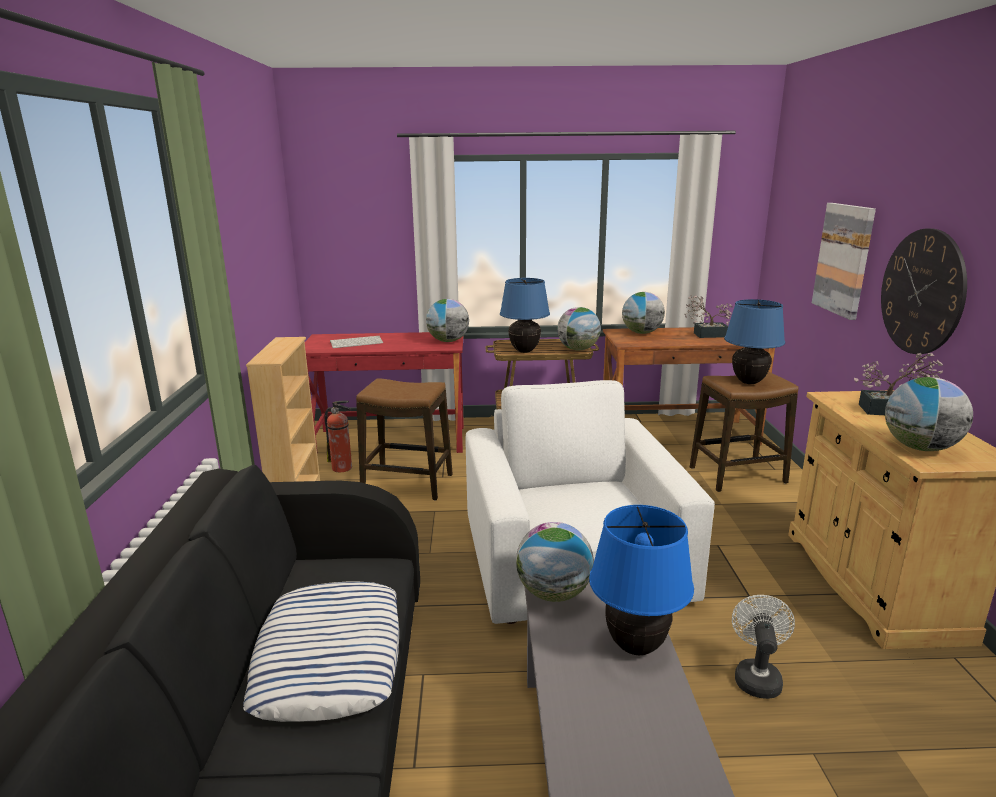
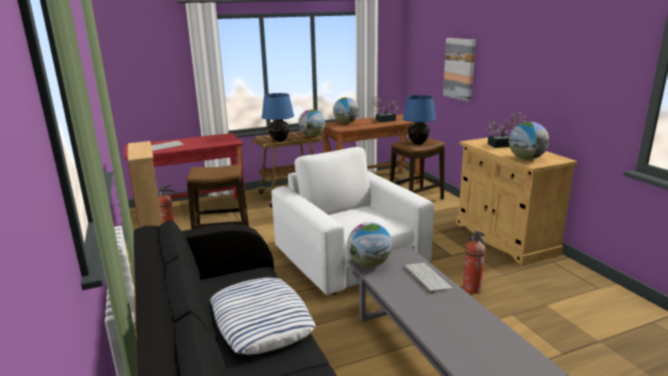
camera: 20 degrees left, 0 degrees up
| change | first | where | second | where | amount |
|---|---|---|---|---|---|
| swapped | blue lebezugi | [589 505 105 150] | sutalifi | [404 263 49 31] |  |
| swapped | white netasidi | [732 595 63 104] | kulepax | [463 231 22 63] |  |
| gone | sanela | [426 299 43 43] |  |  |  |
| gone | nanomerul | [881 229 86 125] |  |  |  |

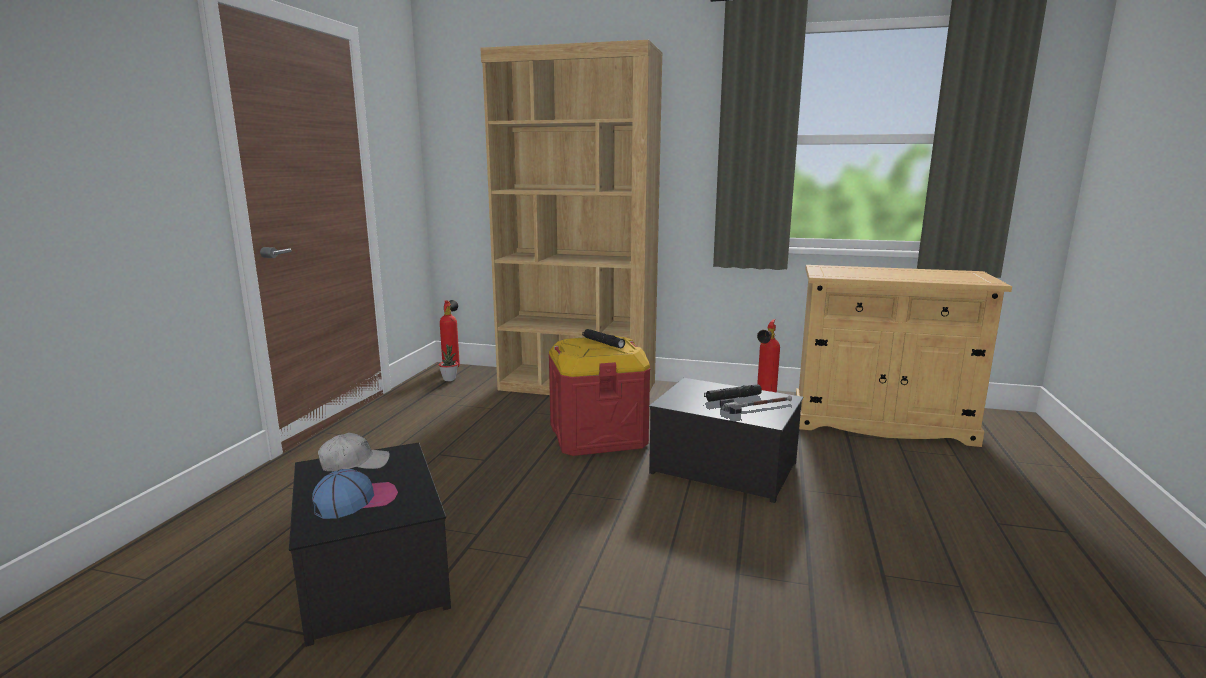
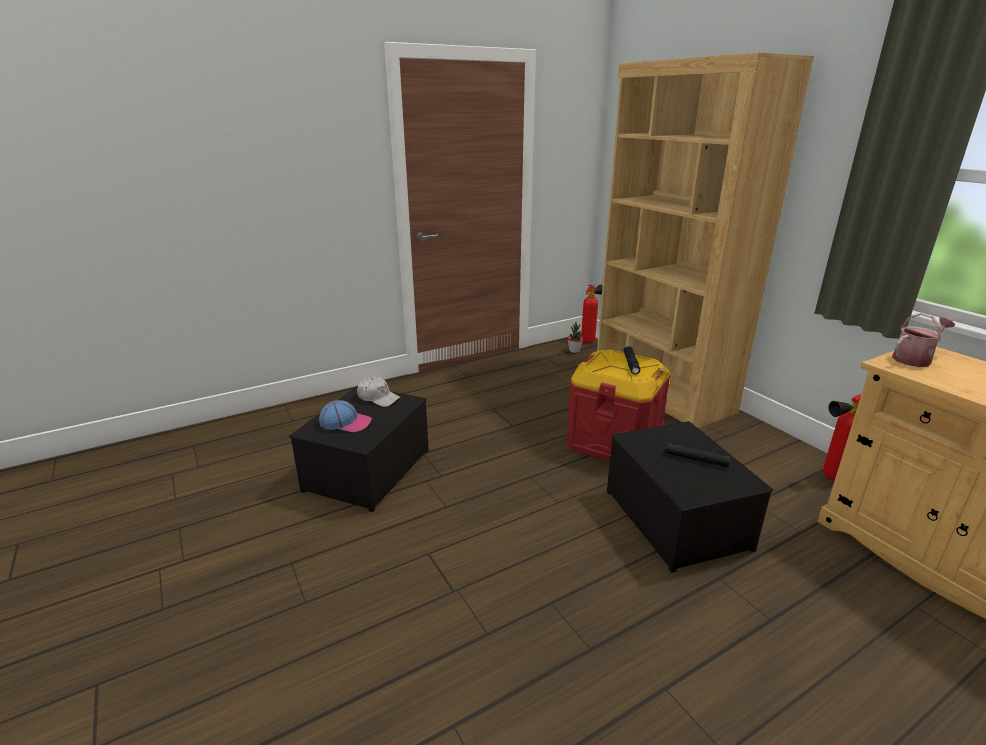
camera: 45 degrees right, 10 degrees up
| change | first | where | second | where | amount |
|---|---|---|---|---|---|
| new |  |  | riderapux | [892 313 63 54] |  |
| gone | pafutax | [720 395 72 19] |  |  |  |

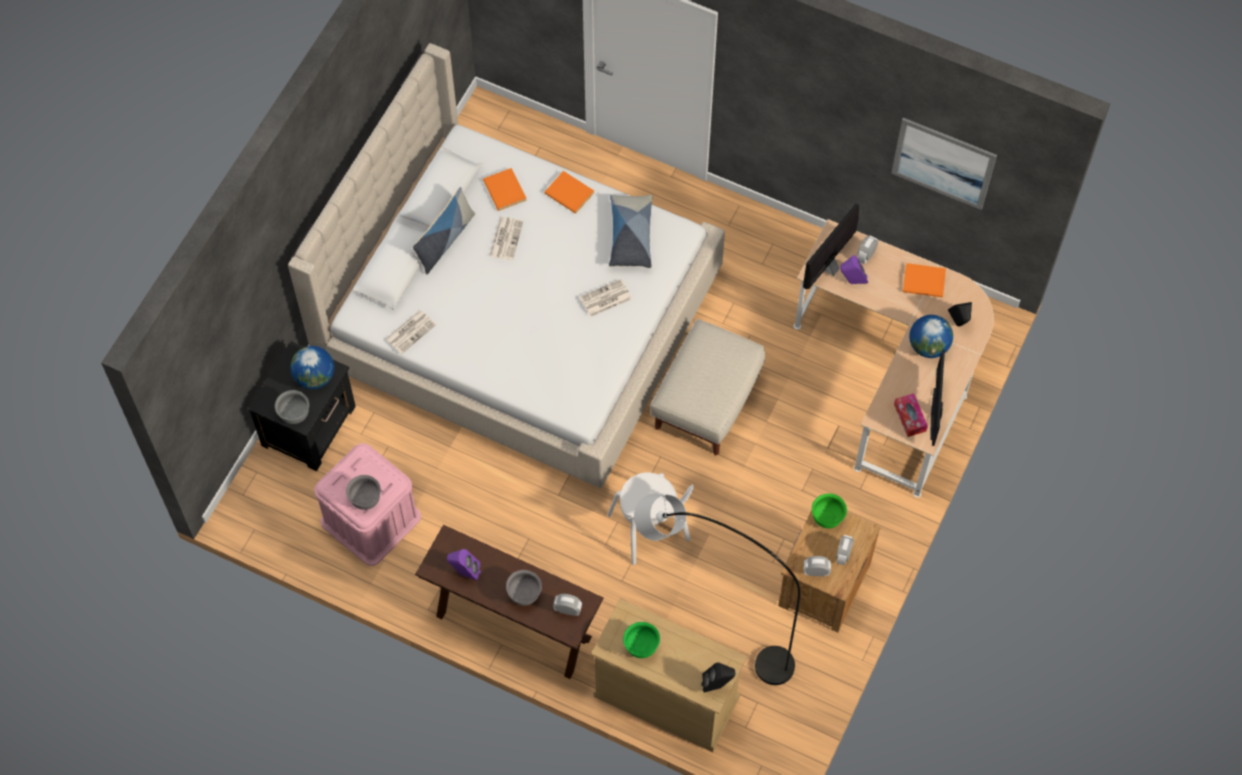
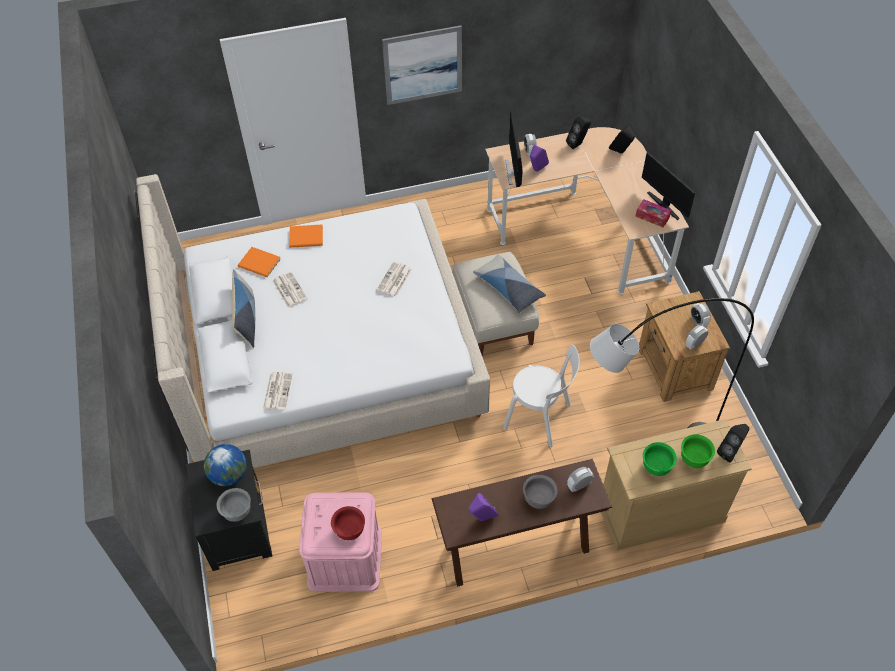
camera: 40 degrees left, 10 degrees down
| change | first | where | second | where | amount |
|---|---|---|---|---|---|
| repainted | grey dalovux | [346 475 35 35] | red dalovux | [331 506 34 34] |  |
| shifted | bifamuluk | [891 118 106 92] |  | [382 25 80 80] |  |
| shifted | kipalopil | [609 195 44 73] |  | [473 254 73 59] |  |
| swapped | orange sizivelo | [903 263 43 34] | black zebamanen | [566 116 25 33] |  |
| shifted | green dalovux | [812 493 35 35] |  | [681 434 34 34] |  |
| gone | sanela | [909 315 44 43] |  |  |  |

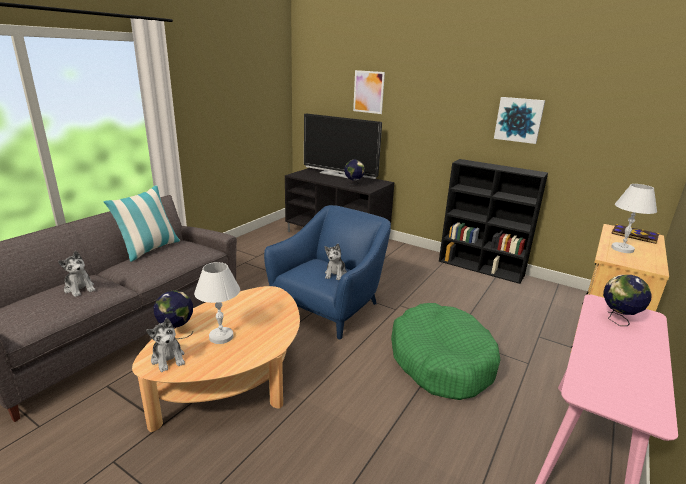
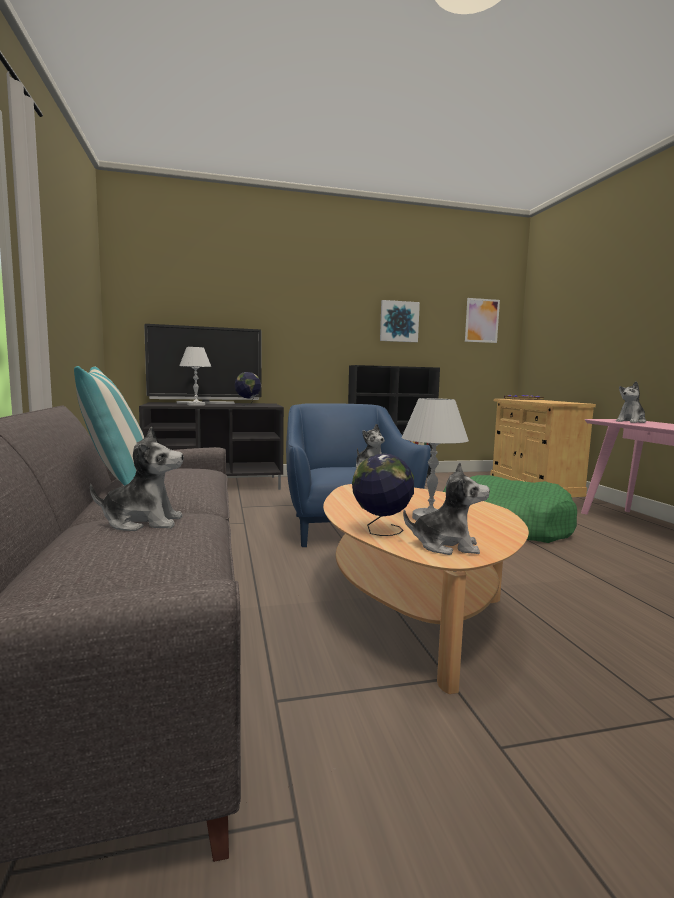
camera: 45 degrees left, 15 degrees down
| change | first | where | second | where | amount |
|---|---|---|---|---|---|
| shifted | white lebezugi | [611 184 46 69] |  | [179 347 32 59] |  |
| shifted | bifamuluk | [353 70 32 44] |  | [465 298 35 45] |  |
| swapped | sanela | [603 275 49 51] | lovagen | [616 381 30 42] |  |

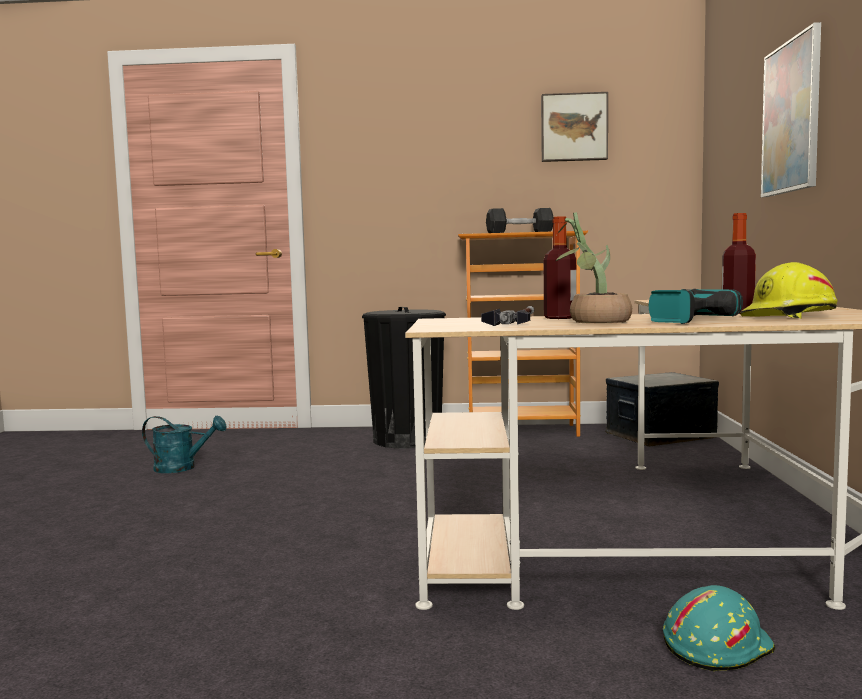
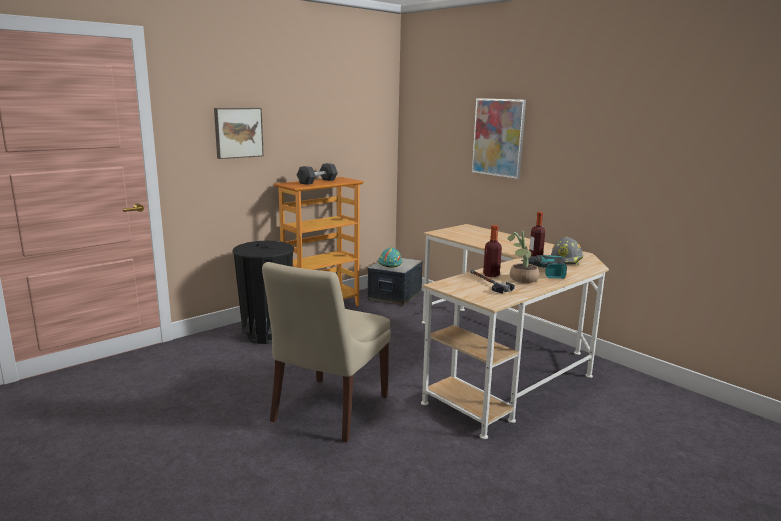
camera: 45 degrees left, 10 degrees up
| change | first | where | second | where | amount |
|---|---|---|---|---|---|
| shifted | bifamuluk | [541 92 67 70] |  | [214 108 50 51] |  |
| new |  |  | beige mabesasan | [262 262 129 181] |  |
| shifted | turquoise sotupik | [663 585 112 86] |  | [378 248 25 20] |  |
| repainted | yellow sotupik | [740 262 97 56] | grey sotupik | [551 237 32 28] |  |
| gone | turquoise riderapux | [142 416 85 57] |  |  |  |

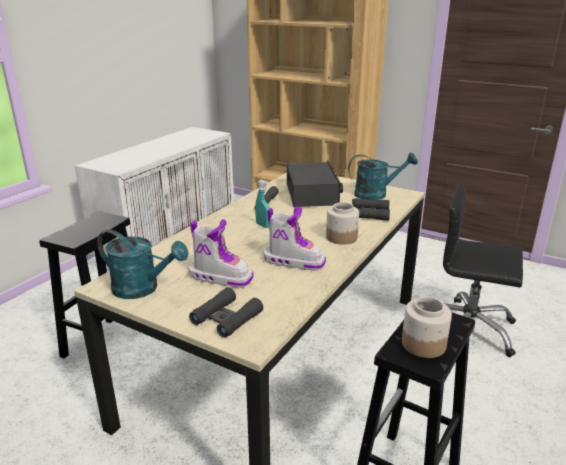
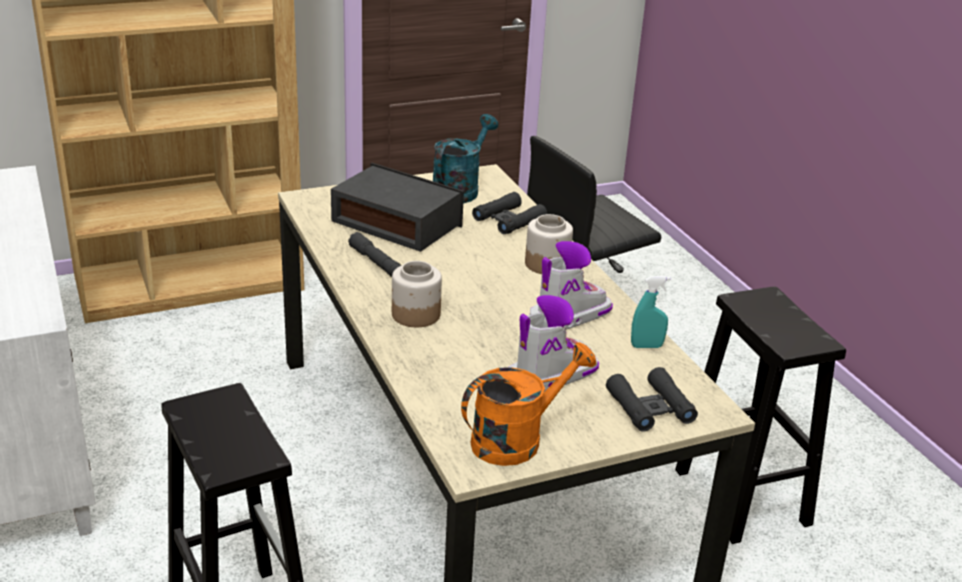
camera: 55 degrees left, 5 degrees up
| change | first | where | second | where | amount |
|---|---|---|---|---|---|
| shifted | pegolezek | [402 297 50 61] |  | [392 261 50 66] |  |
| repainted | turquoise riderapux | [97 229 92 70] | orange riderapux | [461 342 135 124] |  |
| shifted | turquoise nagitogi | [255 180 15 48] |  | [631 276 40 72] |  |

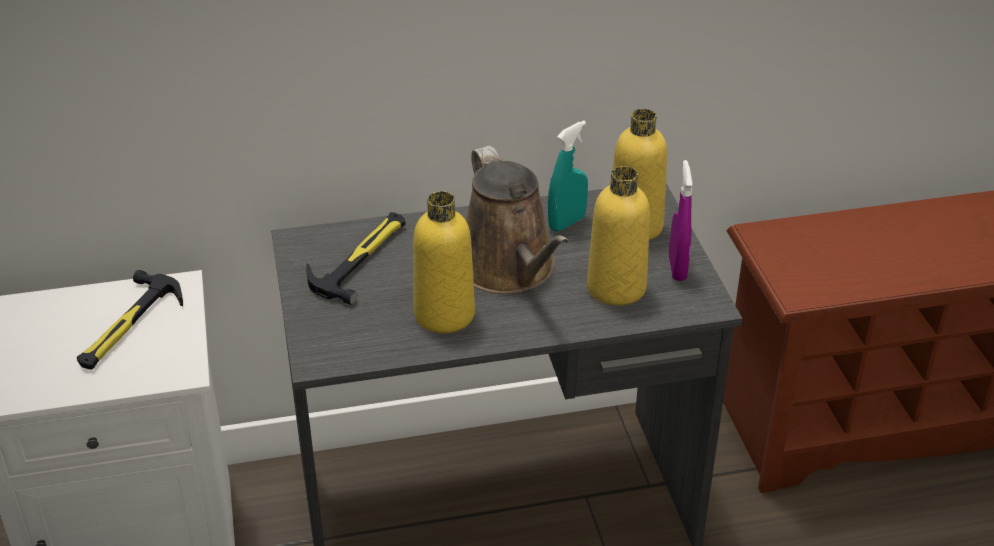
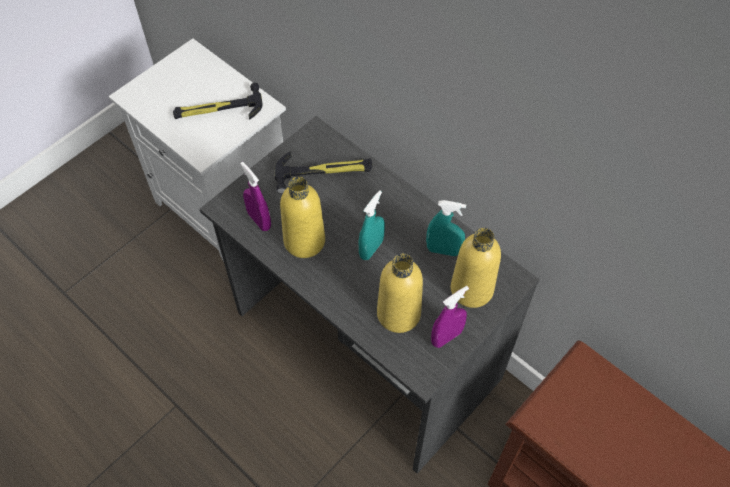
camera: 55 degrees right, 20 degrees up
| change | first | where | second | where | amount |
|---|---|---|---|---|---|
| new |  |  | purple nagitogi | [240 162 31 69] |  |
| swapped | brown riderapux | [466 146 103 148] | turquoise nagitogi | [359 191 26 69] |  |

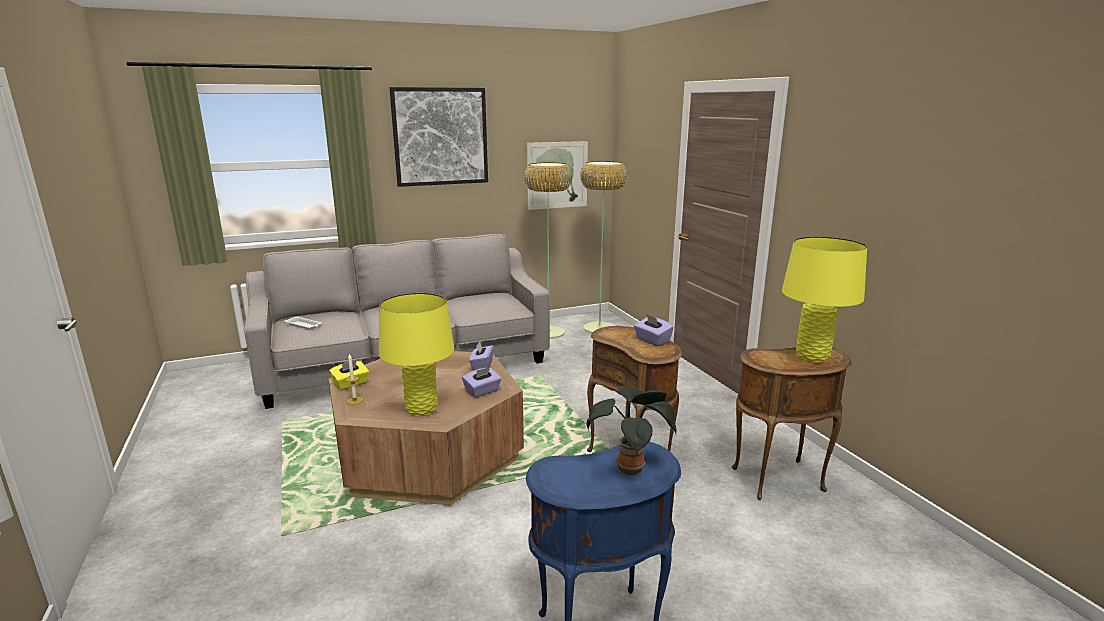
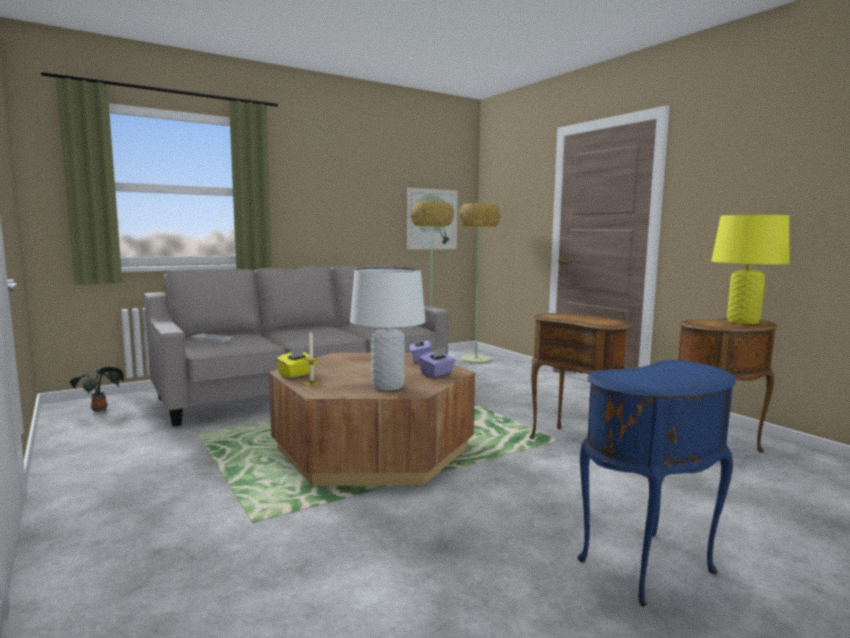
camera: 10 degrees left, 10 degrees down
| change | first | where | second | where | amount |
|---|---|---|---|---|---|
| shifted | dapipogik | [586 386 91 89] |  | [70 367 54 44] |  |
| repainted | yellow lebezugi | [379 293 75 124] | white lebezugi | [350 267 76 124] |  |
| gone | bifamuluk | [389 87 99 100] |  |  |  |
| gone | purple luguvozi | [634 314 40 32] |  |  |  |

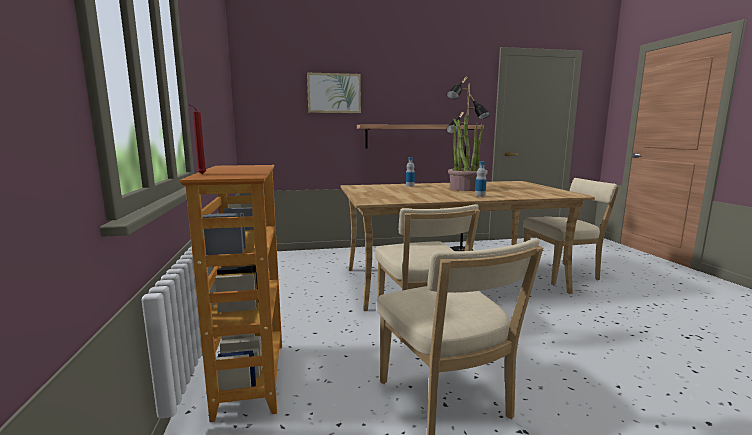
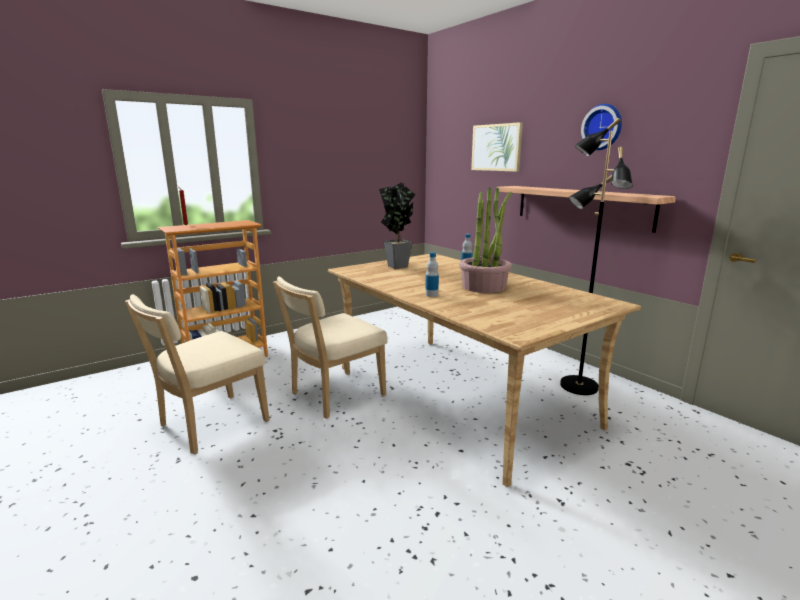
camera: 65 degrees right, 5 degrees up
| change | first | where | second | where | amount |
|---|---|---|---|---|---|
| new |  |  | dapipogik | [379 182 36 87] |  |
| new |  |  | nanomerul | [581 104 41 46] |  |
| gone | beige mabesasan | [523 178 96 107] |  |  |  |

